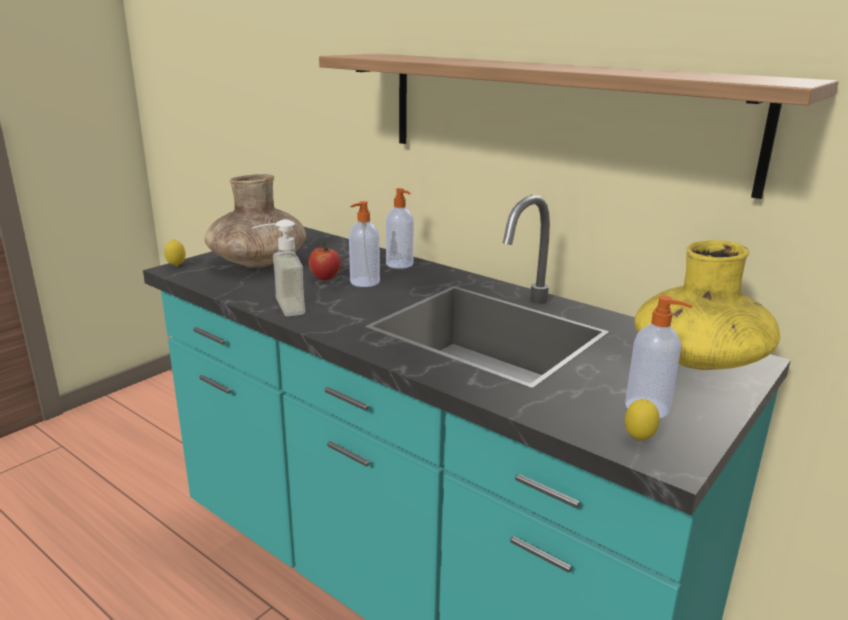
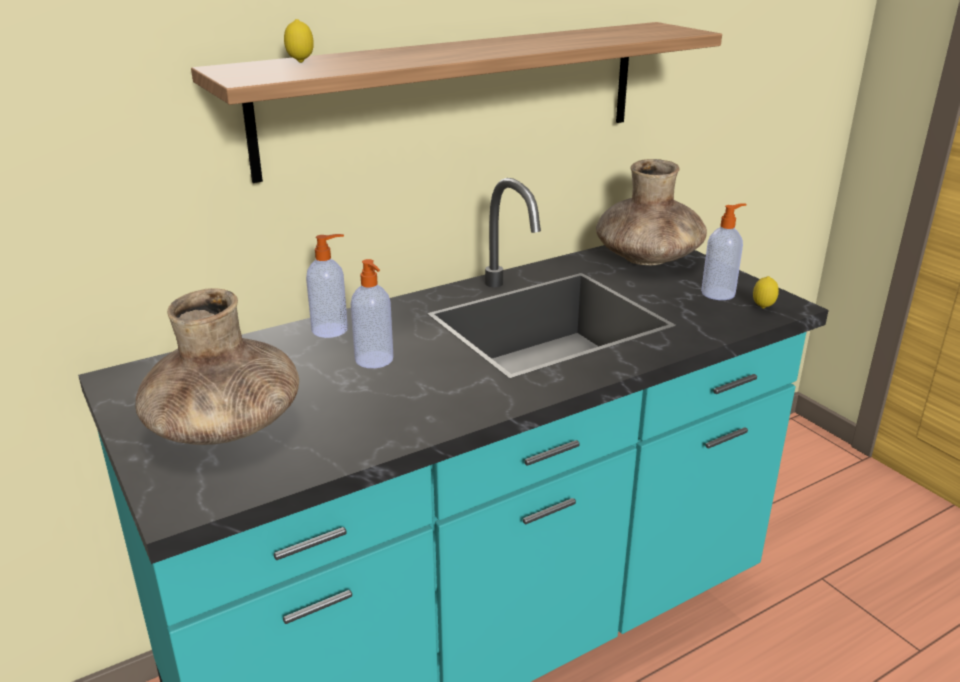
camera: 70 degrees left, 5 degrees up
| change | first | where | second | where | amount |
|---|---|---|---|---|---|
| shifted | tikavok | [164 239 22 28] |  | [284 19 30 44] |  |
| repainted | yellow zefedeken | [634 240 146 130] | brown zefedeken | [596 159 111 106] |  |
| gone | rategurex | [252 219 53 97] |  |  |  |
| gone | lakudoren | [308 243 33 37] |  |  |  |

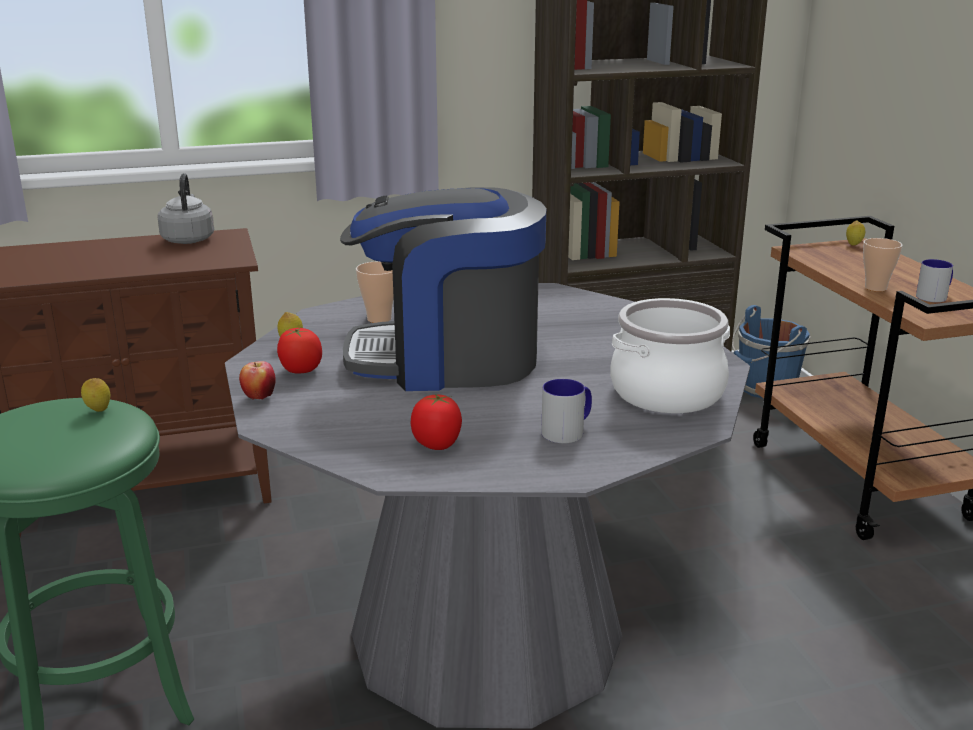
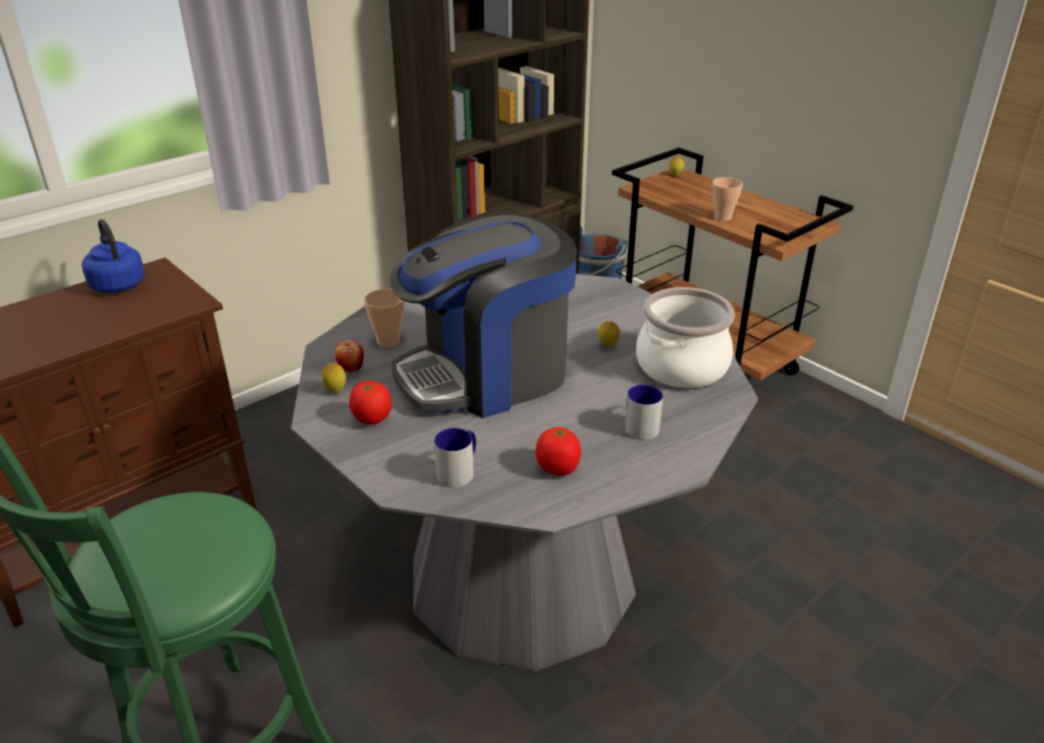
camera: 25 degrees left, 10 degrees up
| change | first | where | second | where | amount |
|---|---|---|---|---|---|
| repainted | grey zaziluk | [158 173 56 71] | blue zaziluk | [82 219 63 74] |  |
| shifted | lakudoren | [239 361 37 39] |  | [335 340 29 32] |  |
| shifted | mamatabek | [916 259 37 43] |  | [434 428 42 60] |  |
| shifted | tikavok | [81 378 29 34] |  | [598 321 22 26] |  |

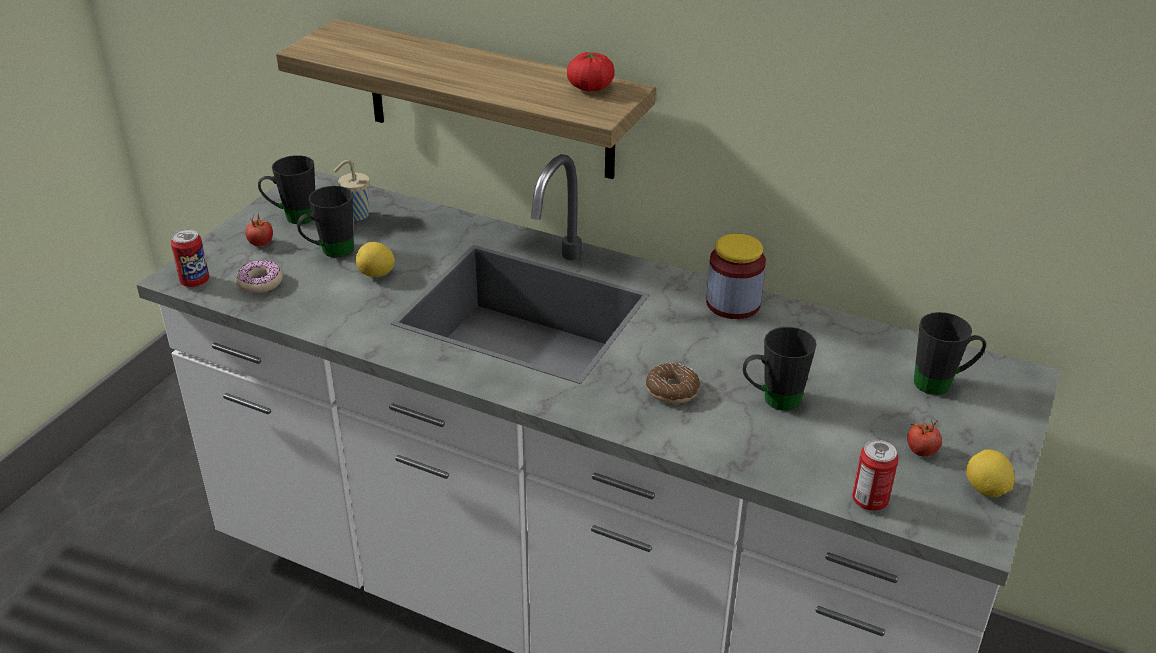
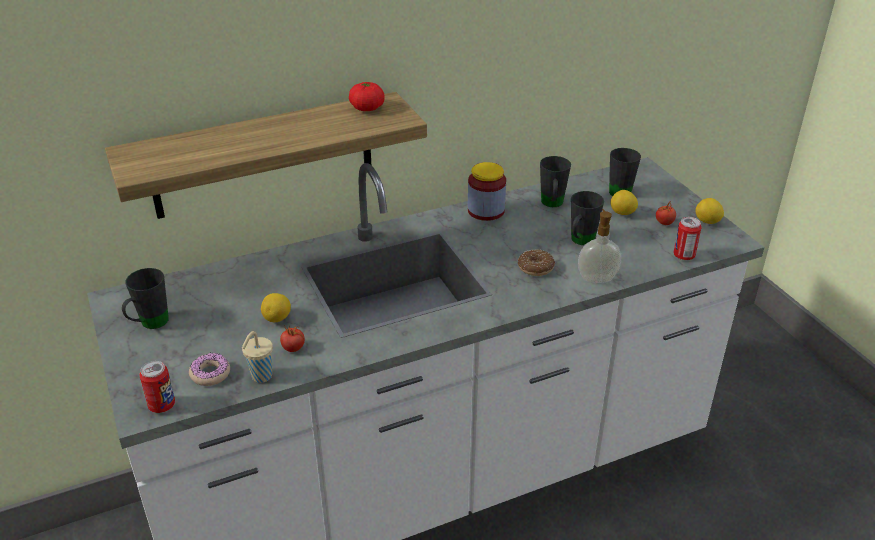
camera: 50 degrees left, 0 degrees up
| change | first | where | second | where | amount |
|---|---|---|---|---|---|
| shifted | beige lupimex | [334 160 36 60] |  | [242 331 31 52] |  |
| shifted | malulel | [245 213 28 33] |  | [280 325 25 27] |  |
| shifted | black mamatabek | [297 186 57 72] |  | [540 156 31 51] |  |
| new |  |  | rategurex | [578 209 43 74] |  |
| new |  |  | tikavok | [611 190 27 25] |  |

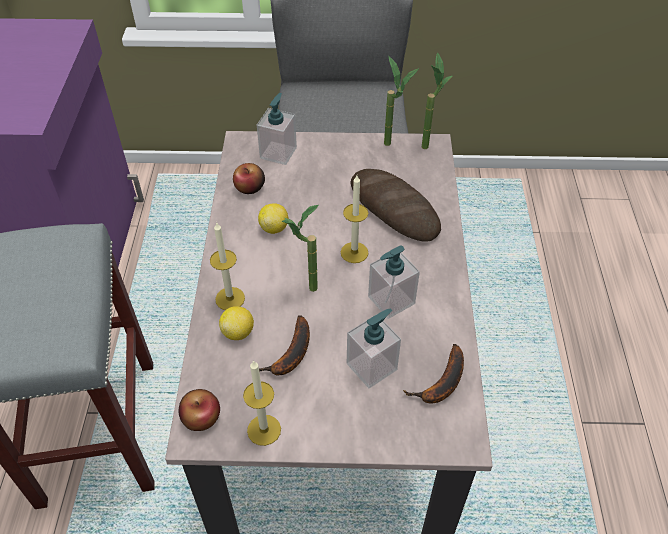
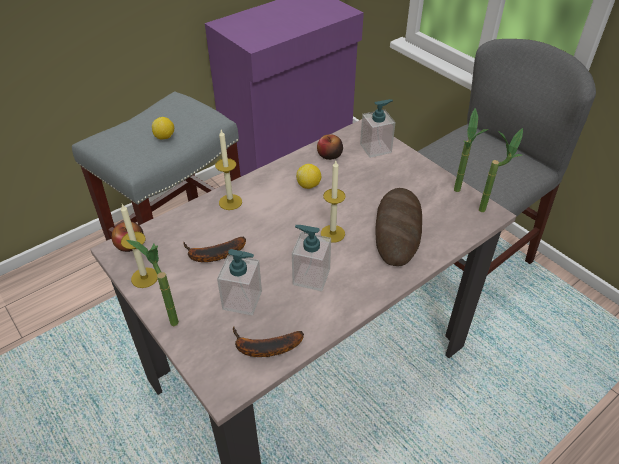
camera: 50 degrees right, 5 degrees down
| change | first | where | second | where | amount |
|---|---|---|---|---|---|
| shifted | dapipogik | [282 205 37 87] |  | [126 240 53 86] |  |
| shifted | tikavok | [219 306 35 34] |  | [152 117 22 22] |  |

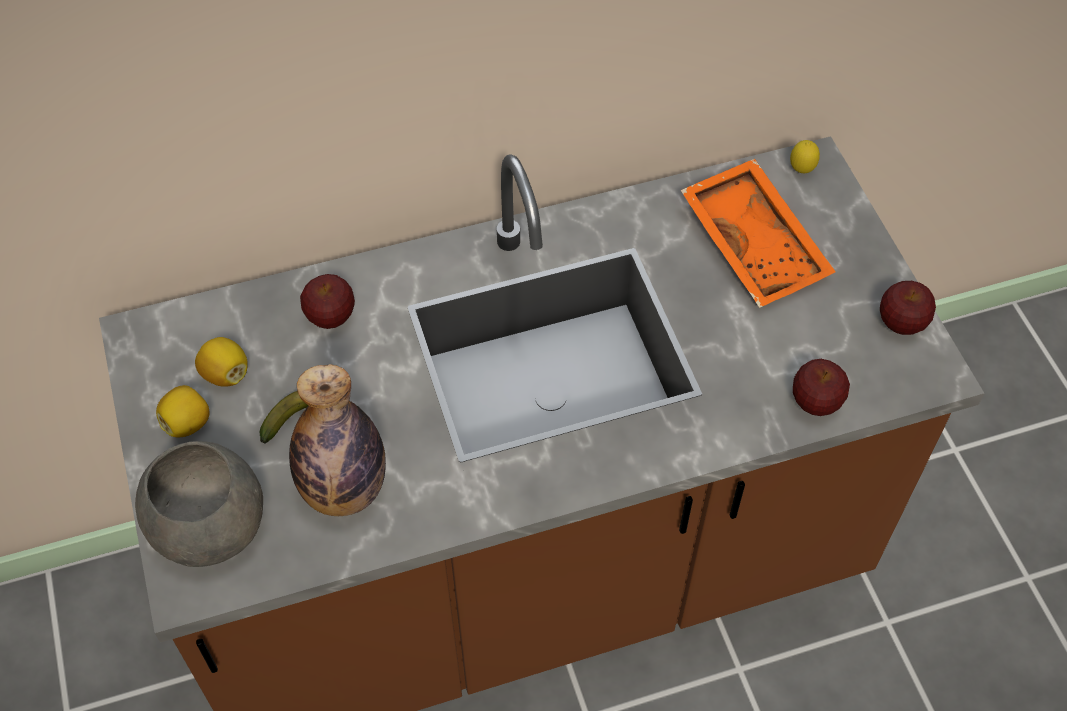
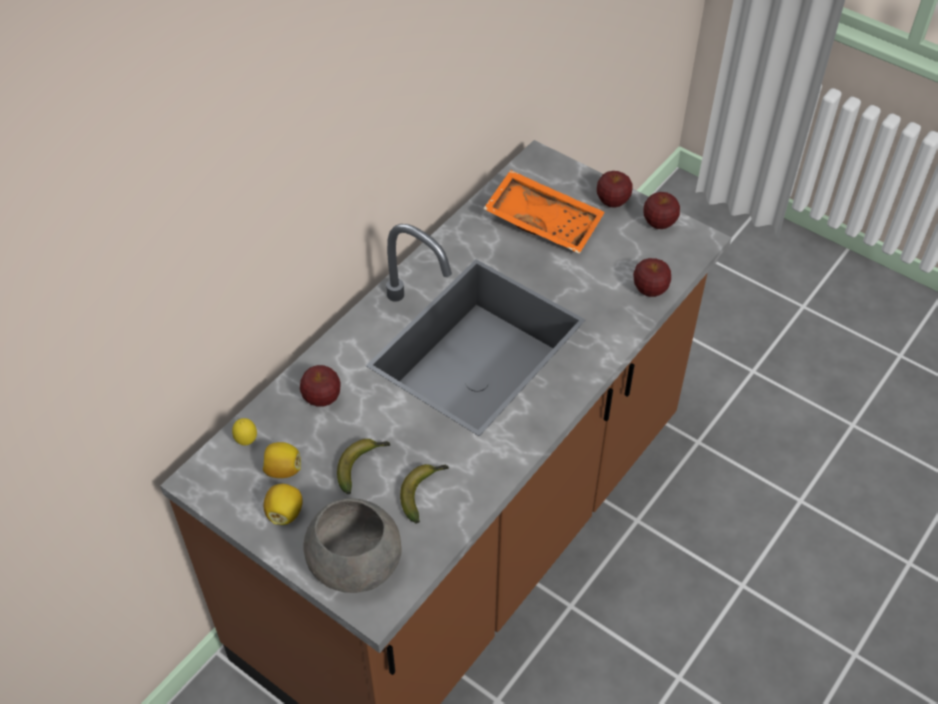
camera: 35 degrees left, 5 degrees down
| change | first | where | second | where | amount |
|---|---|---|---|---|---|
| shifted | tikavok | [790 140 30 33] |  | [232 418 25 27] |  |
| swapped | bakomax | [289 364 97 152] | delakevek | [400 464 49 59] |  |
| new |  |  | lakudoren | [597 171 36 37] |  |

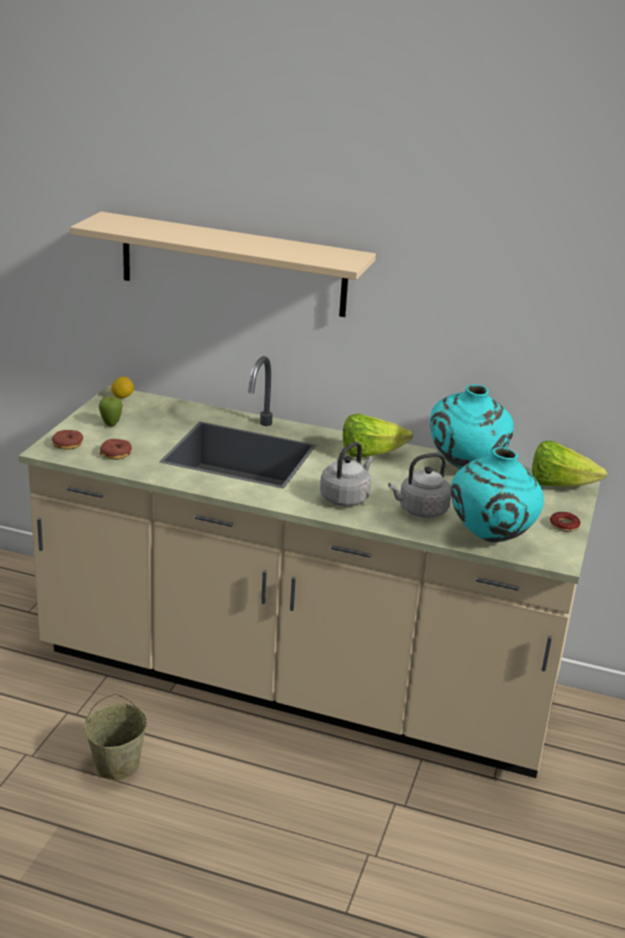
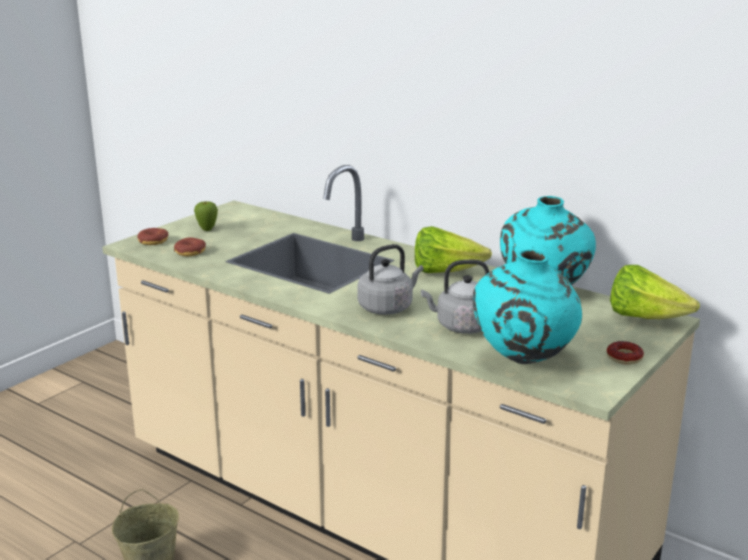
camera: 20 degrees right, 5 degrees down
| change | first | where | second | where | amount |
|---|---|---|---|---|---|
| gone | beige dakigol | [70 212 306 105] |  |  |  |
| gone | tikavok | [111 377 23 21] |  |  |  |

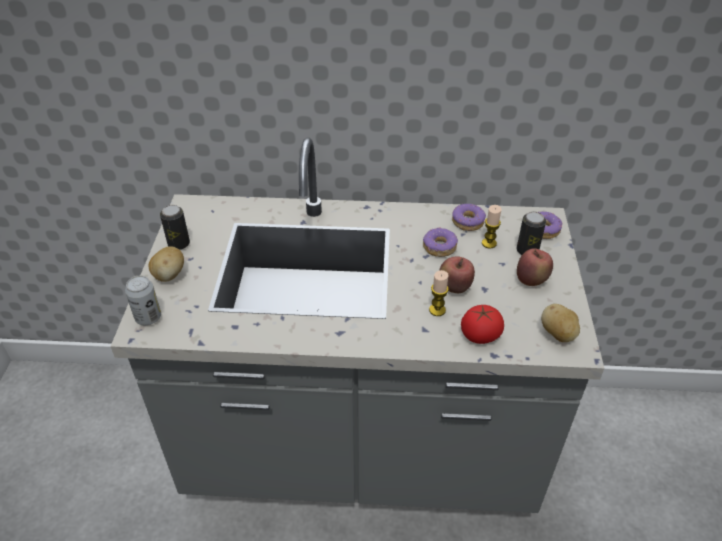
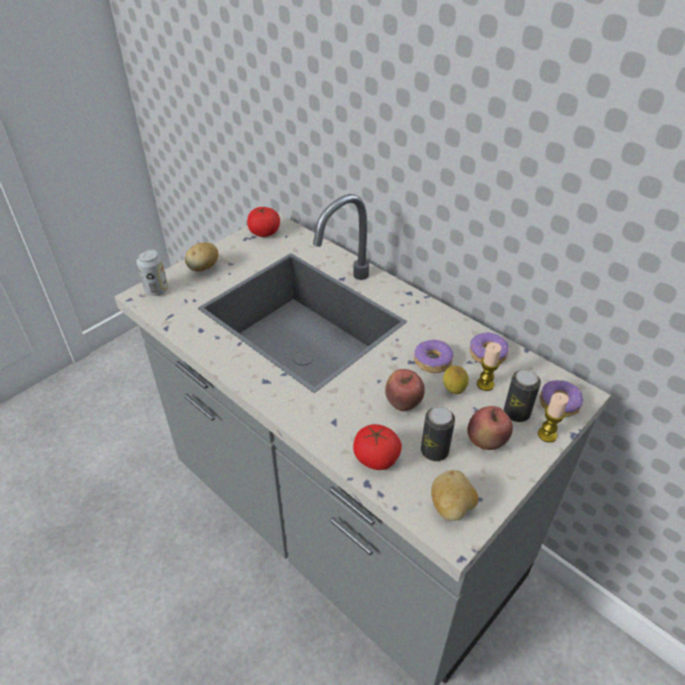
camera: 40 degrees right, 0 degrees up
| change | first | where | second | where | amount |
|---|---|---|---|---|---|
| new |  |  | malulel | [247 207 33 30] |  |
| shifted | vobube | [160 205 30 45] |  | [421 406 34 55] |  |
| new |  |  | tikavok | [443 366 26 28] |  |
| shifted | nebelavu | [429 270 20 46] |  | [538 393 31 49] |  |

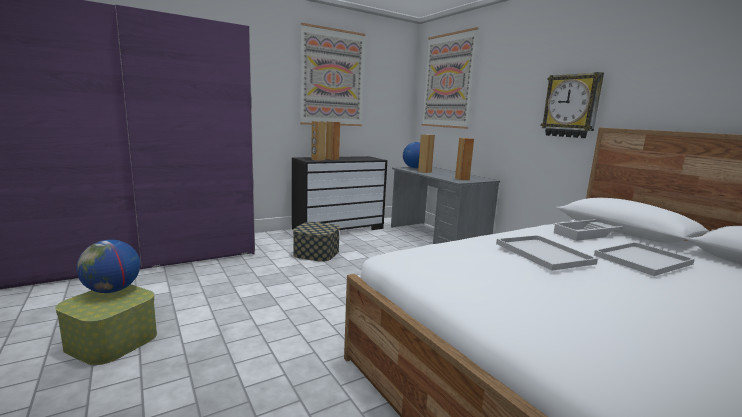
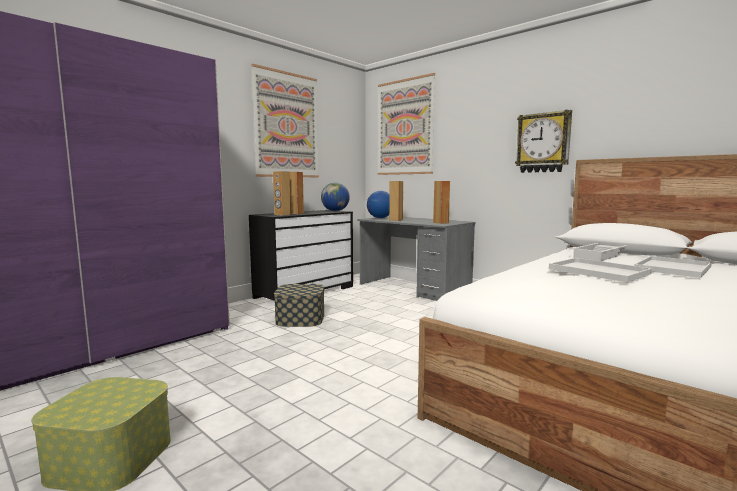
camera: 15 degrees left, 5 degrees down
| change | first | where | second | where | amount |
|---|---|---|---|---|---|
| shifted | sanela | [76 240 64 53] |  | [321 183 29 28] |  |

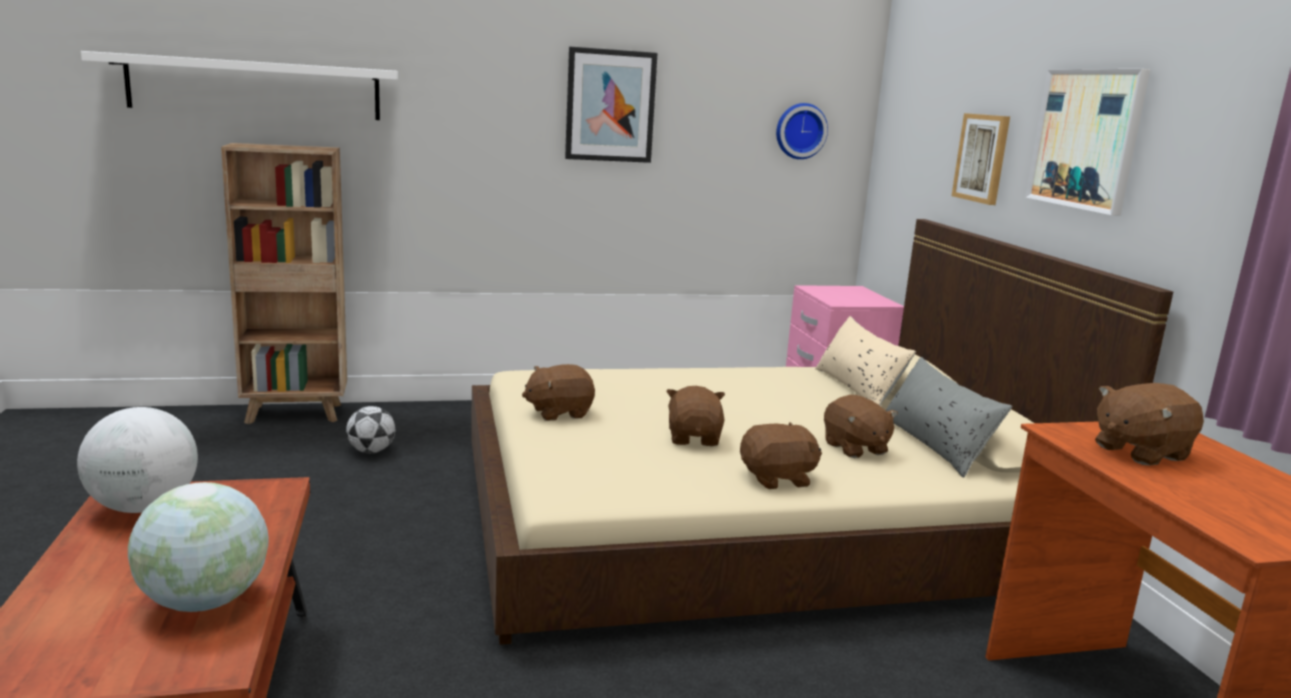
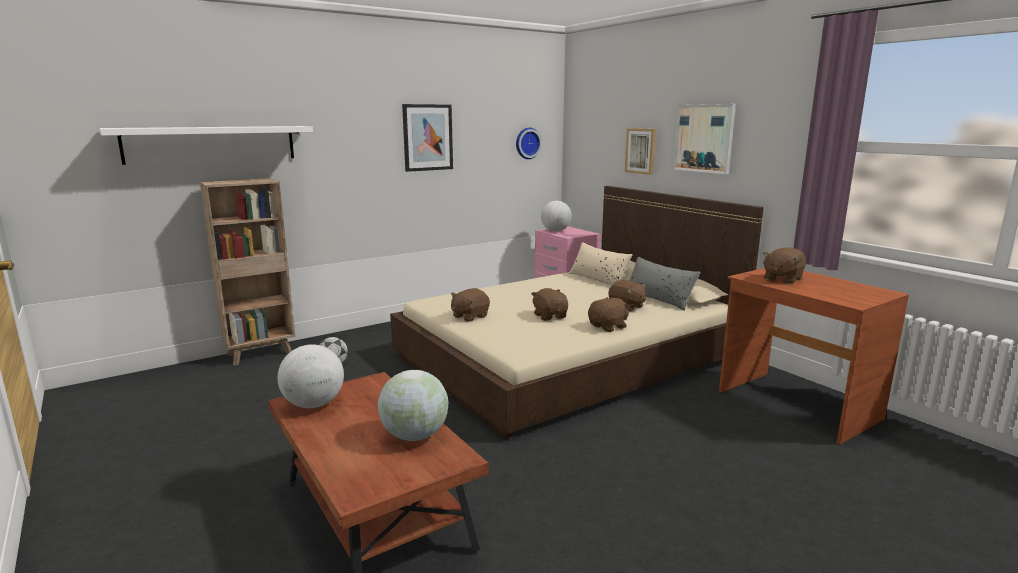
camera: 20 degrees left, 0 degrees up
| change | first | where | second | where | amount |
|---|---|---|---|---|---|
| new |  |  | sanela | [541 201 31 31] |  |

